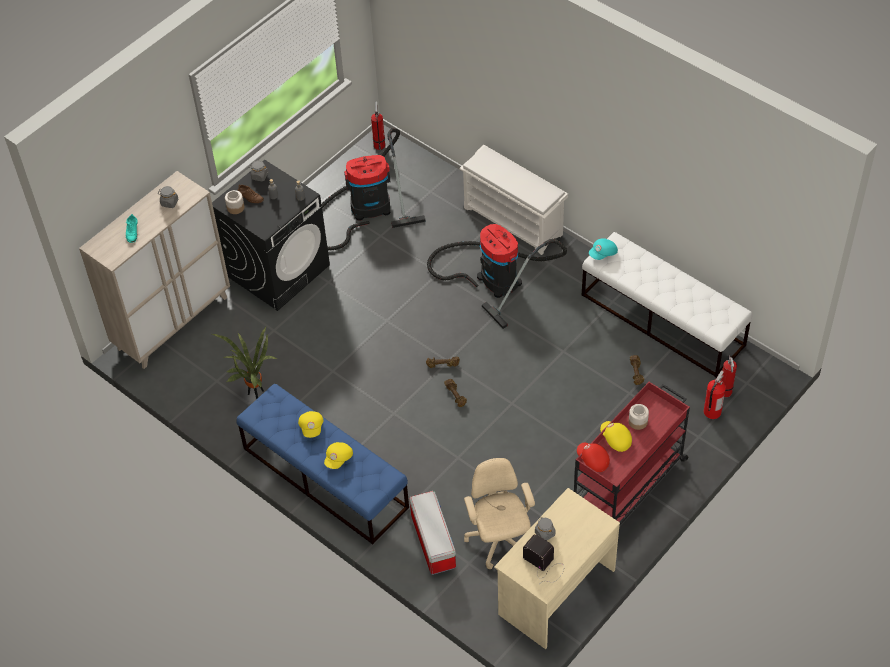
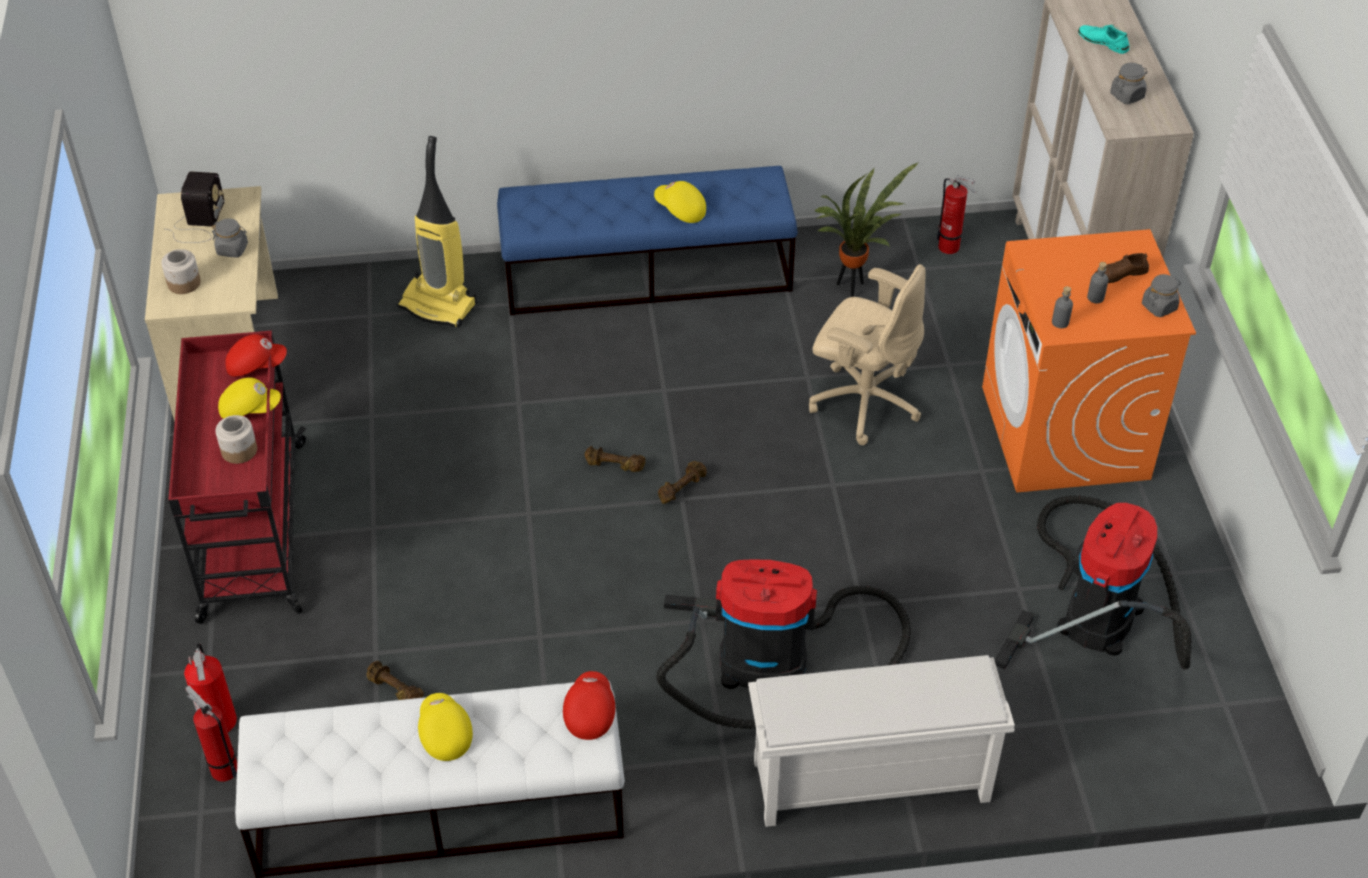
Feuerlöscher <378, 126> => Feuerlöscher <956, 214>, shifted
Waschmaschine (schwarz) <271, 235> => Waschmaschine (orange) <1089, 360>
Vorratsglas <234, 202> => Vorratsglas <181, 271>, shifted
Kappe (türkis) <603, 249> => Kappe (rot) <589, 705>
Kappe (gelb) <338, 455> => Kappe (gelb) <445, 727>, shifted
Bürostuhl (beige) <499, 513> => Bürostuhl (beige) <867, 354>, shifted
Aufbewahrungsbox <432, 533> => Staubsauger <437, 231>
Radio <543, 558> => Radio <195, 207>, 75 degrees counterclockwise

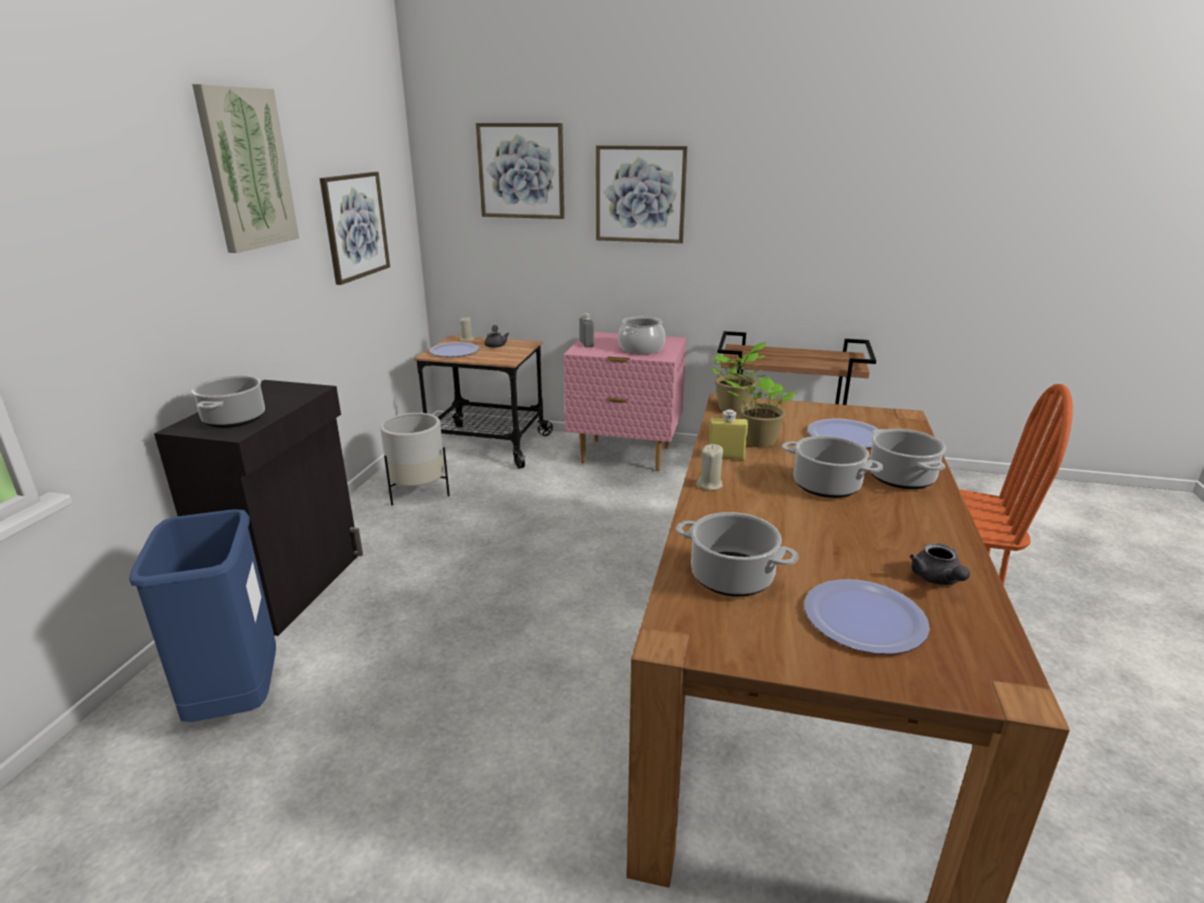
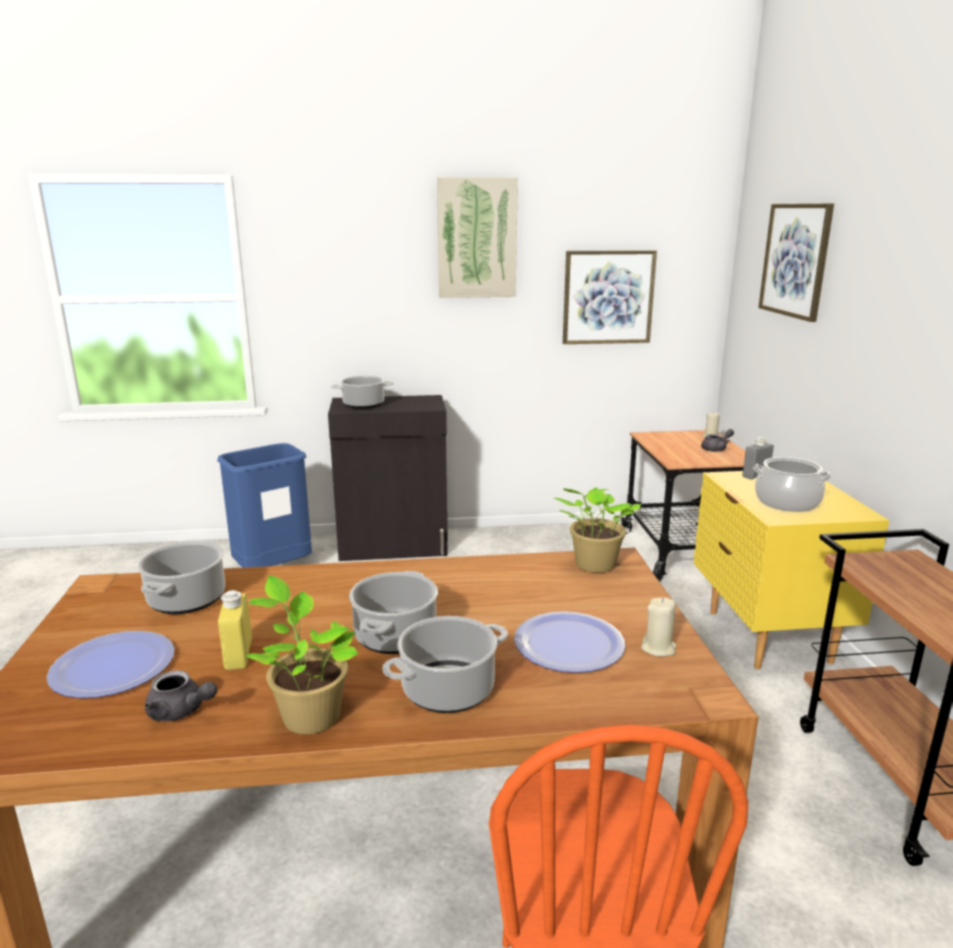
Bild <641, 194> => nothing
Nachttisch (rosa) <624, 401> => Nachttisch (gelb) <791, 570>
Teller <454, 349> => nothing
Topfpflanze <760, 409> => Topfpflanze <302, 655>, shifted
Flasche (gelb) <728, 434> => Flasche (gelb) <235, 630>, shifted
Pflanzkübel (weiß) <415, 459> => nothing
Kerze (beige) <709, 467> => Kerze (beige) <659, 627>, shifted
Teekanne (grau) <940, 564> => Teekanne (grau) <181, 695>, 135 degrees counterclockwise

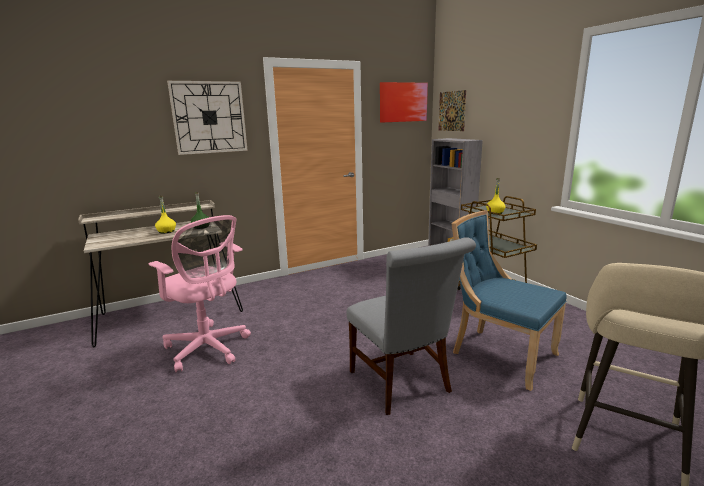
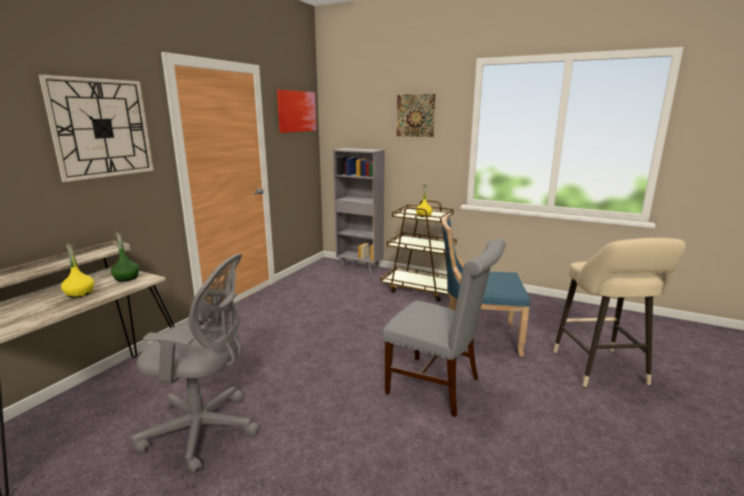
Bild <452, 110> => Bild <416, 115>, shifted
Bürostuhl (rosa) <199, 293> => Bürostuhl (grau) <195, 364>

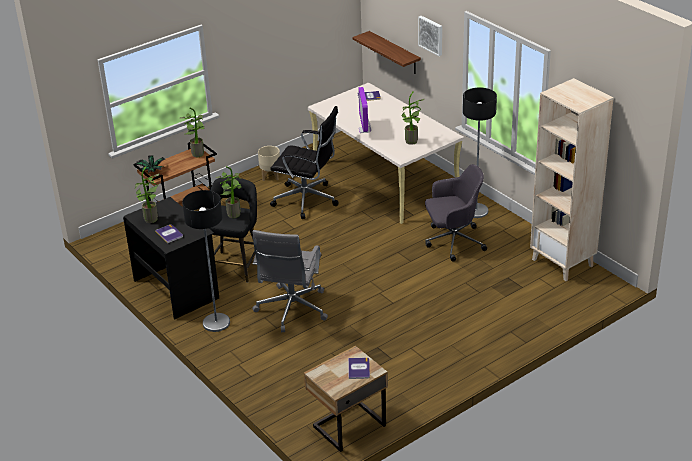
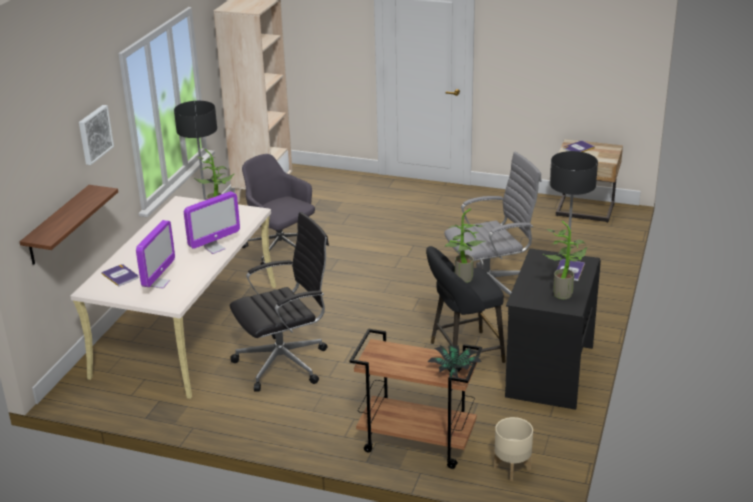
Bürostuhl (schwarz) <304, 162> => Bürostuhl (schwarz) <279, 302>, 75 degrees clockwise
Topfpflanze <192, 132> => nothing
Pflanzkübel (beige) <269, 163> => Pflanzkübel (beige) <513, 449>, shifted
nothing => Monitor <155, 254>

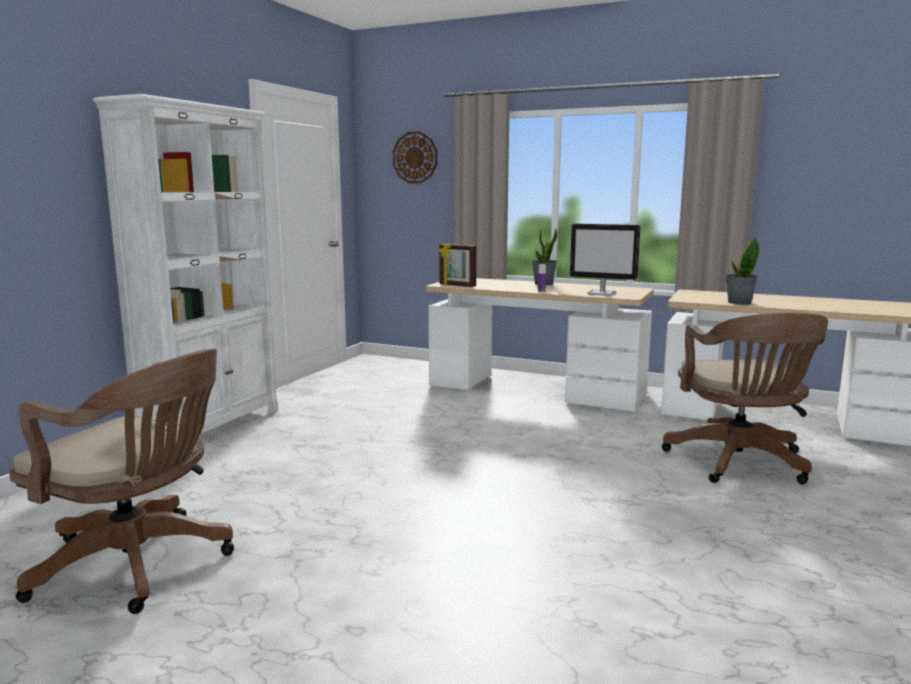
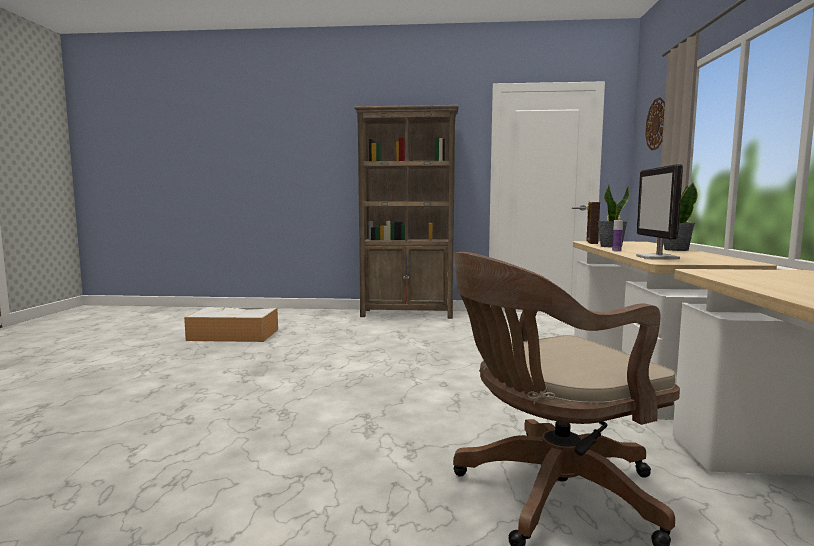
Bücherregal (weiß) <185, 264> => Bücherregal (braun) <406, 212>
Topfpflanze <742, 271> => Topfpflanze <613, 216>, shifted
Bürostuhl (braun) <121, 481> => Aufbewahrungsbox <231, 324>

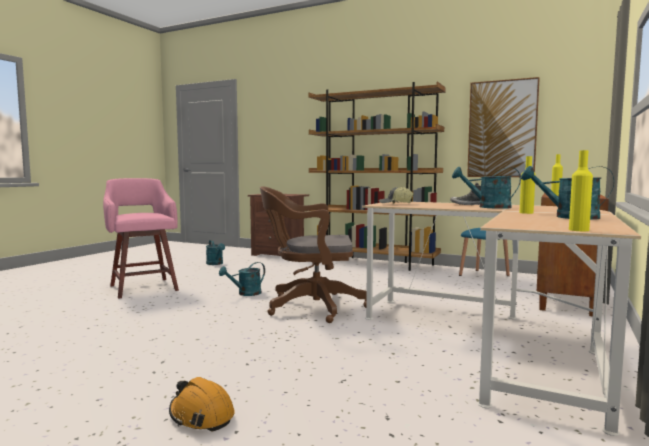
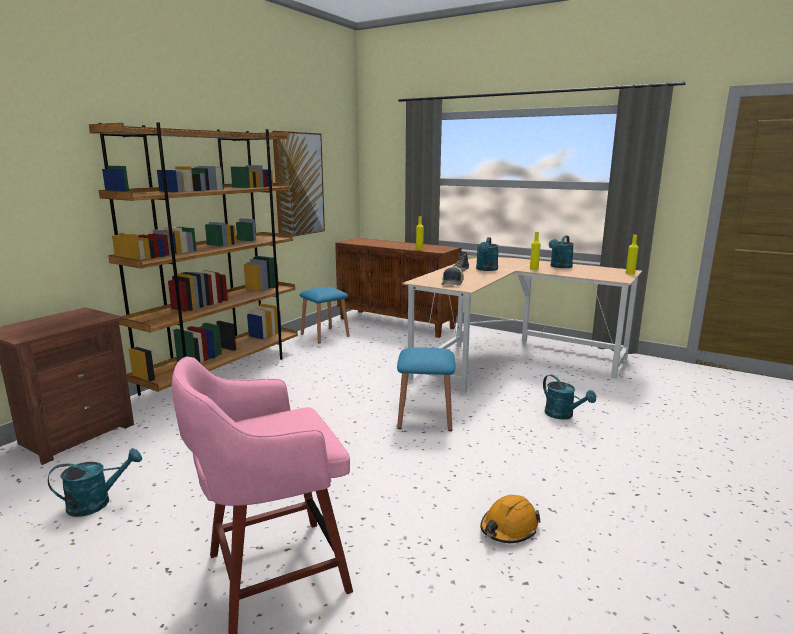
Bürostuhl (braun) <313, 254> => Hocker (blau) <426, 389>
Gießkanne (türkis) <242, 279> => Gießkanne (türkis) <569, 397>, shifted
Schutzhelm (orange) <202, 404> => Schutzhelm (orange) <510, 519>, shifted

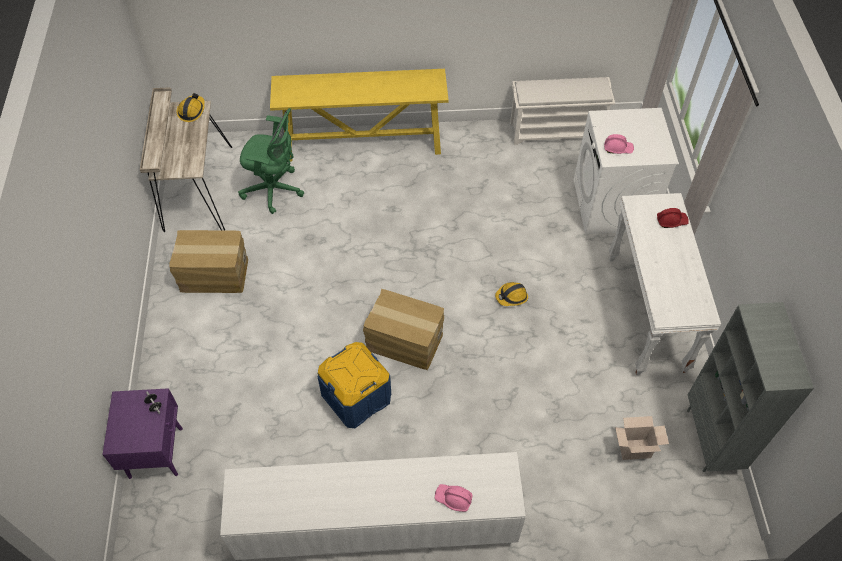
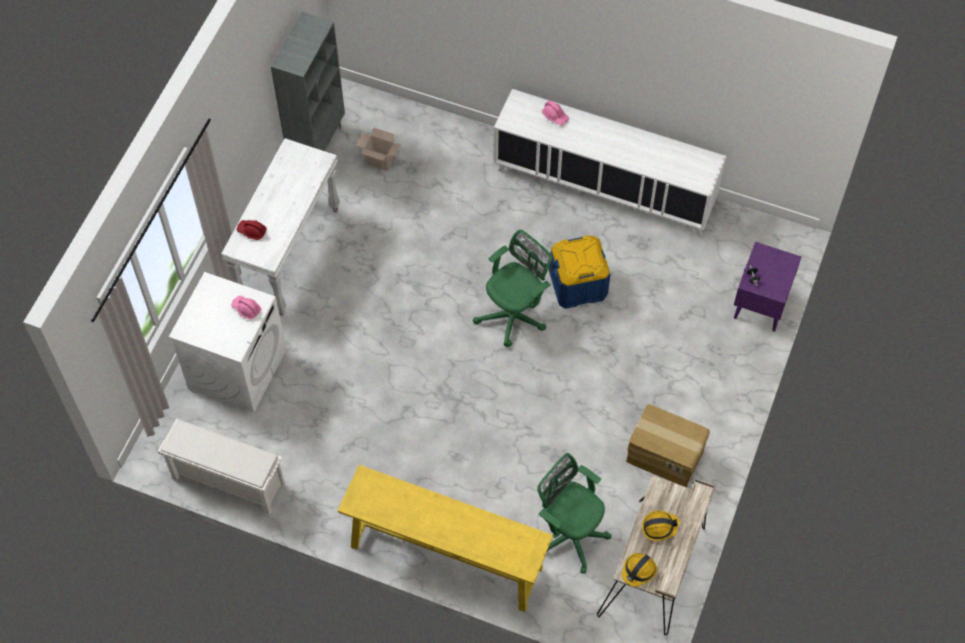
Schutzhelm <511, 294> => Schutzhelm <661, 526>, shifted
Karton <403, 329> => Bürostuhl (grün) <512, 288>

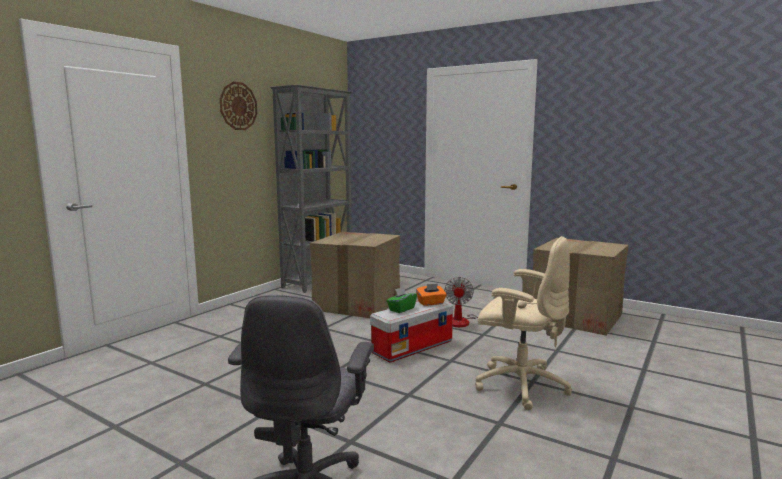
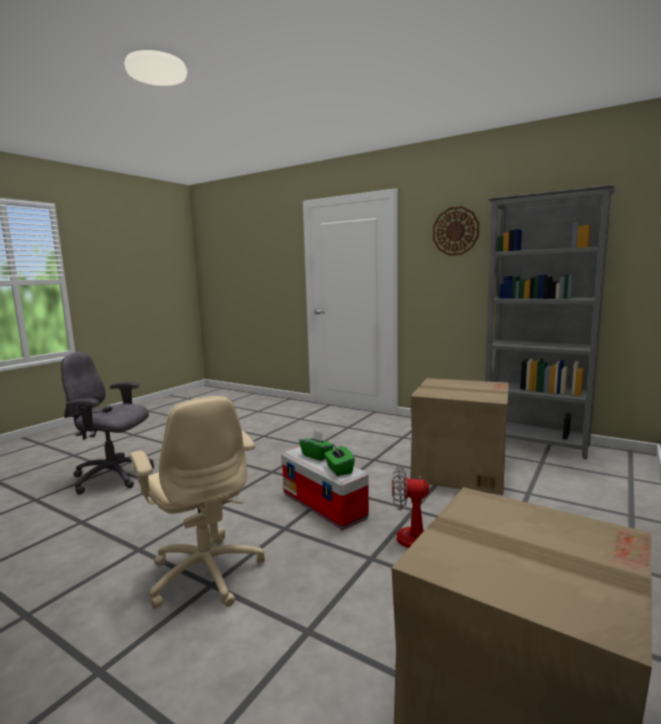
Bürostuhl (beige) <523, 323> => Bürostuhl (beige) <197, 502>, 60 degrees counterclockwise
Taschentuchbox (orange) <431, 295> => Taschentuchbox (grün) <339, 459>

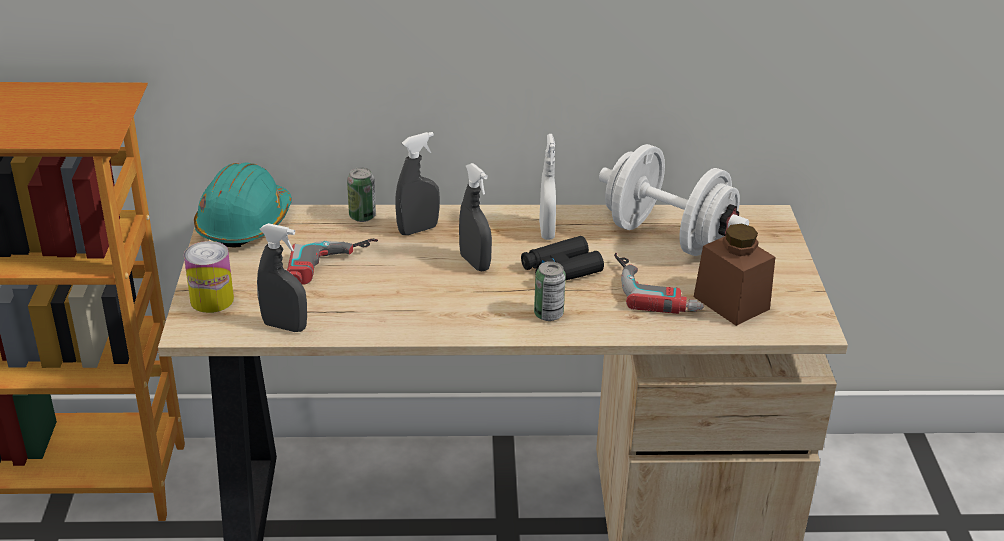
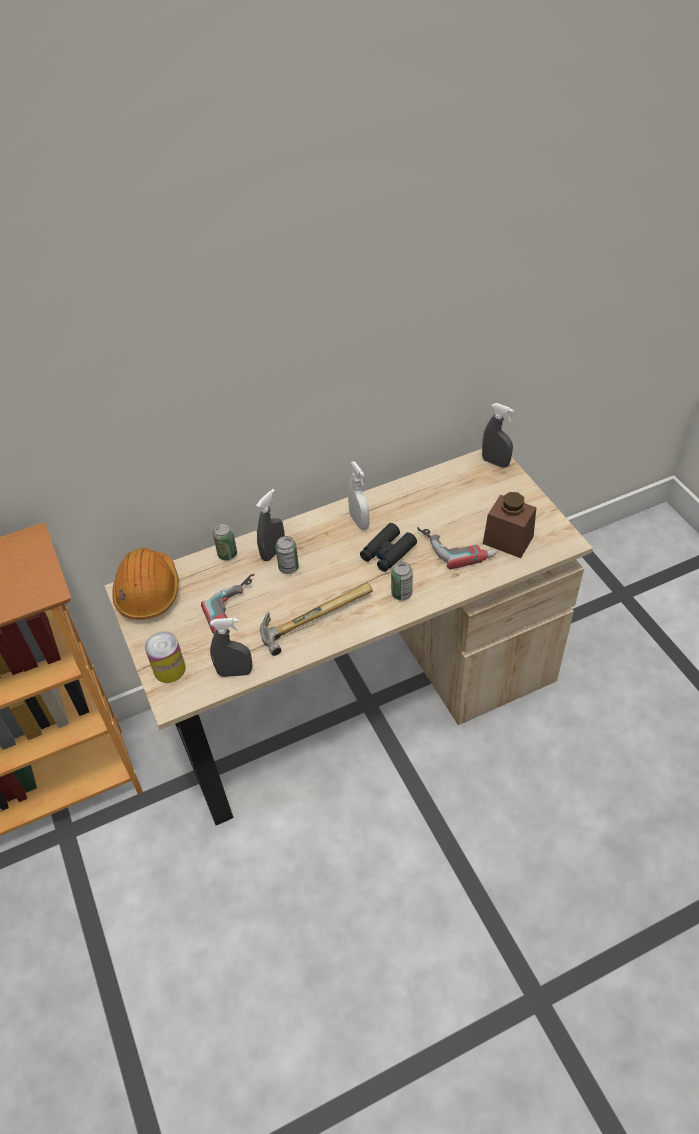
Hantel (weiß) <674, 200> => nothing
Schutzhelm (türkis) <243, 205> => Schutzhelm (orange) <145, 584>
Sprühflasche (grau) <475, 217> => Sprühflasche (grau) <498, 435>, shifted
nothing => Dose <287, 555>
nothing => Hammer <316, 619>

